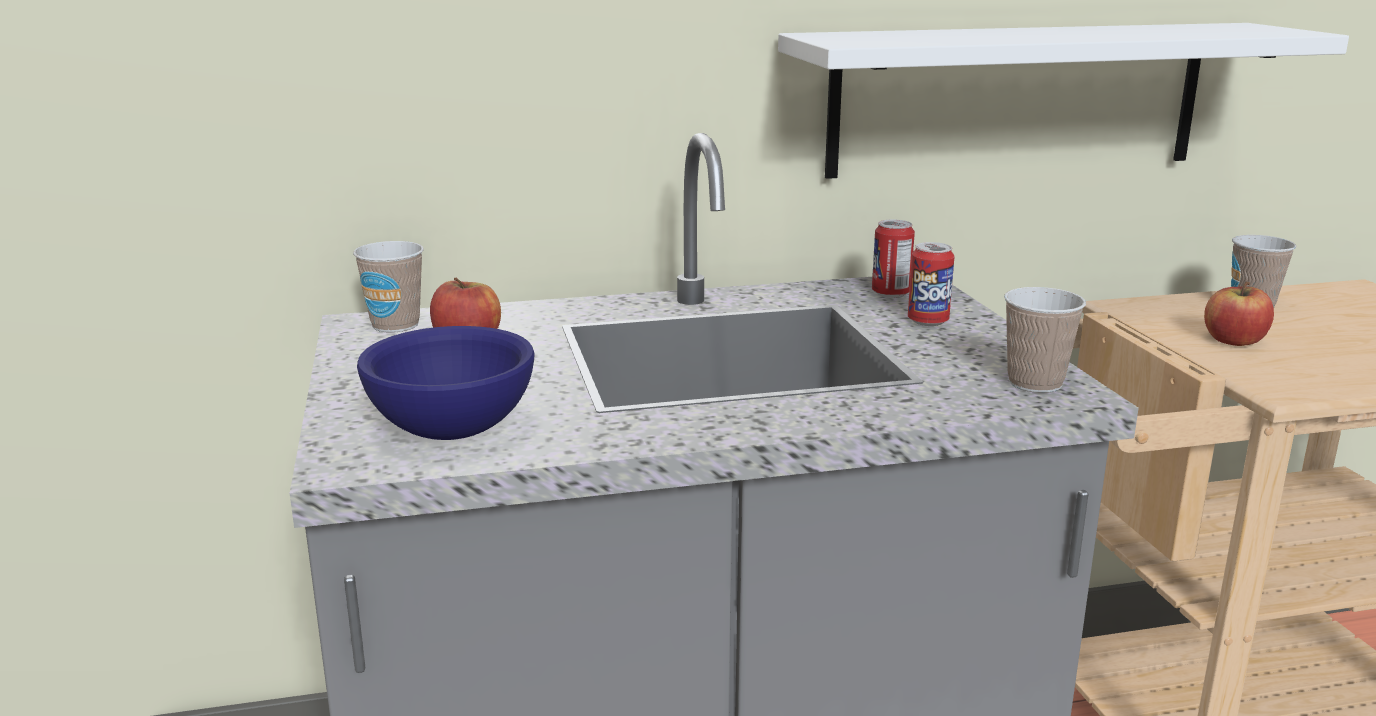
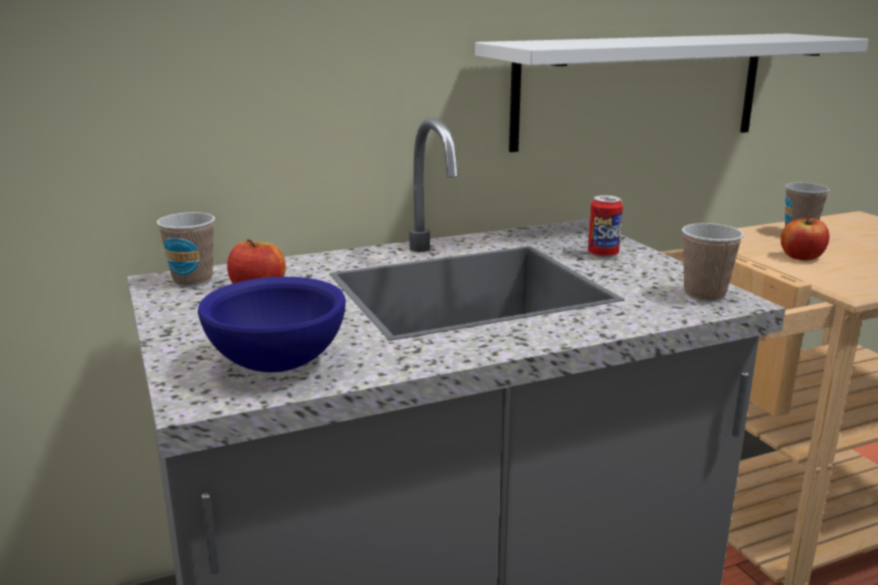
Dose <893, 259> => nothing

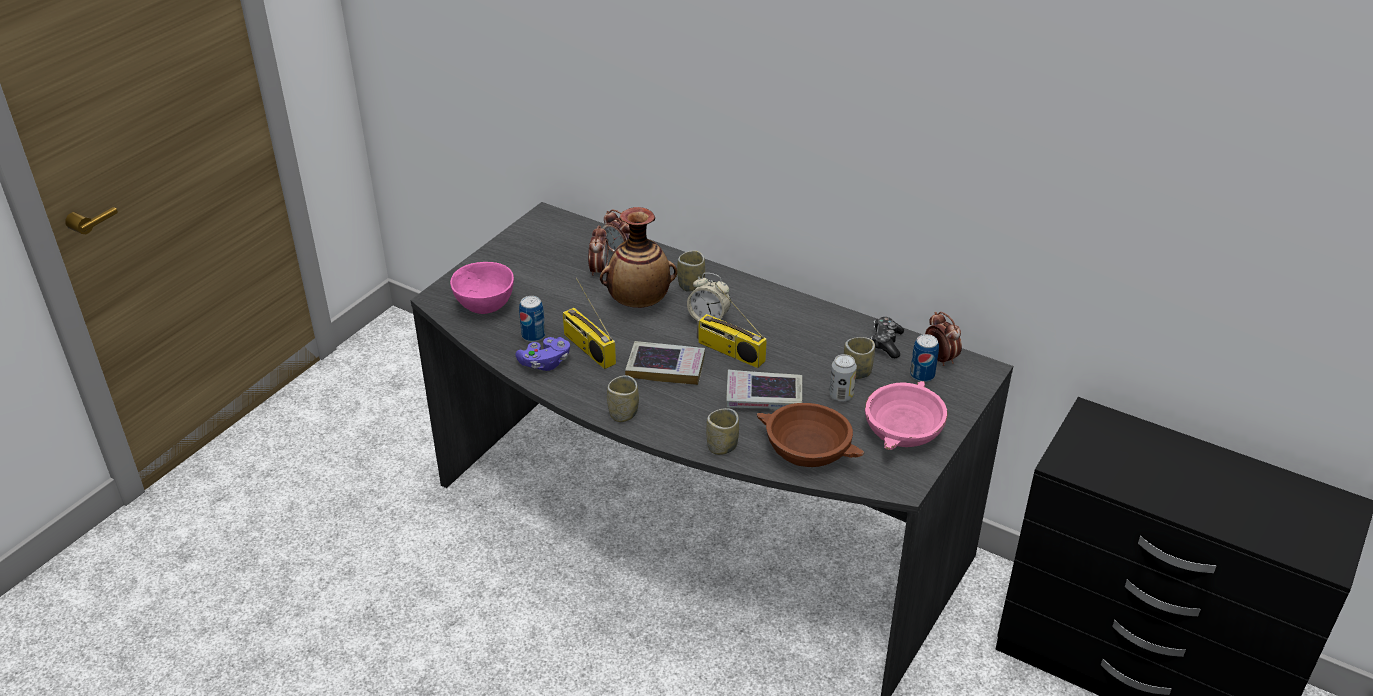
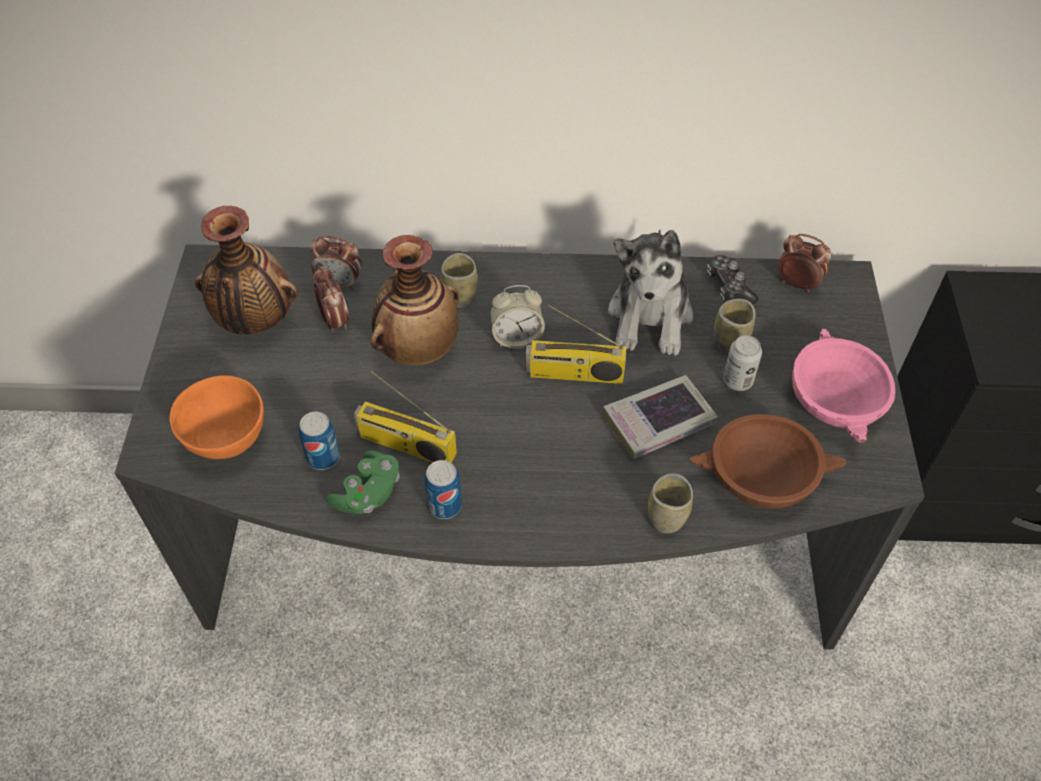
Schüssel (rosa) <482, 288> => Schüssel (orange) <216, 417>
Dose <924, 358> => Dose <443, 489>, shifted
Gamepad (lila) <542, 354> => Gamepad (grün) <363, 482>
Buch <665, 363> => nothing
Tasse <623, 398> => nothing
nothing => Vase <246, 270>
nothing => Plüschtier <650, 293>

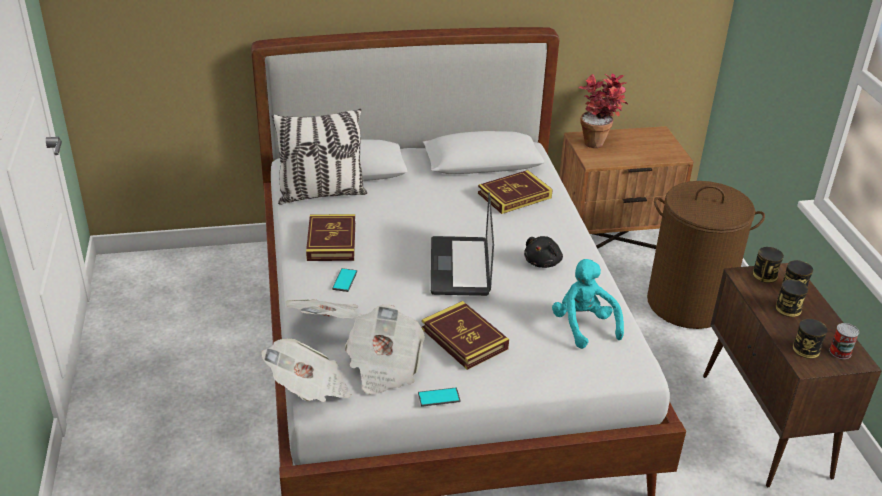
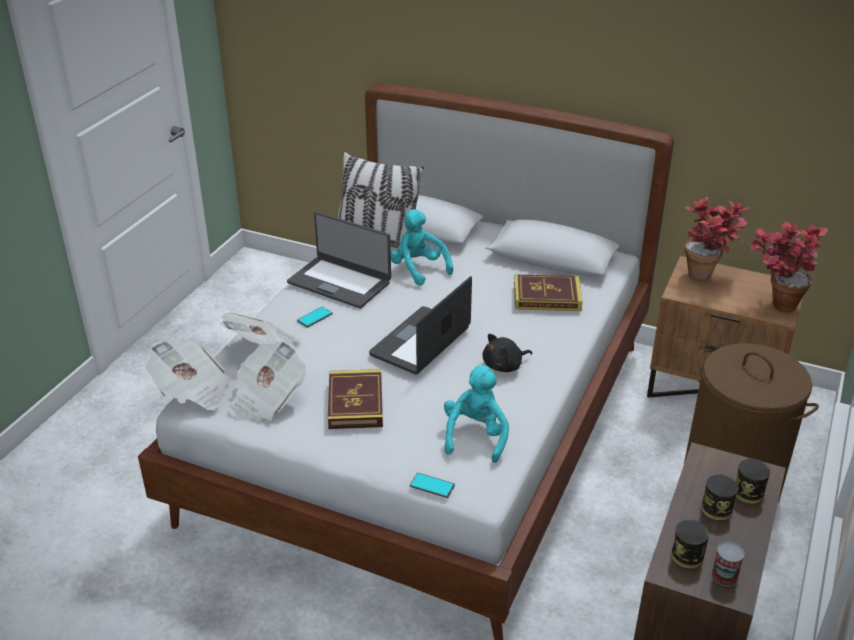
Buch <330, 237> => Laptop <339, 260>
Dose <768, 265> => nothing
Handy <439, 397> => Handy <432, 485>, shifted
nothing => Plüschtier (türkis) <422, 247>
nothing => Topfpflanze <789, 267>

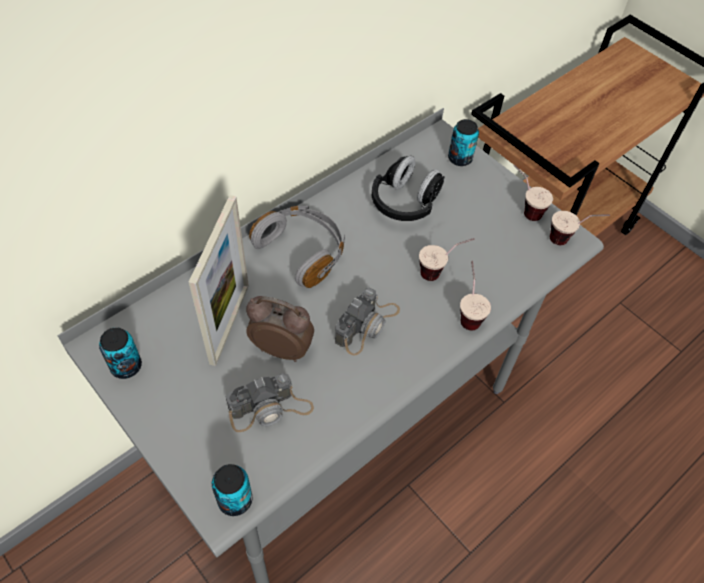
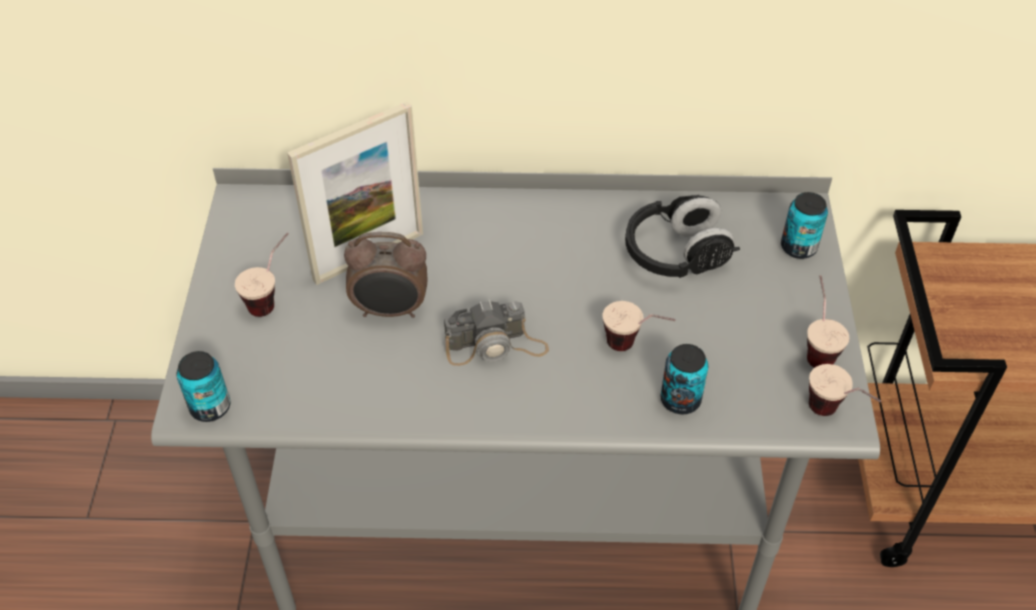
Kopfhörer (grau) <297, 247> => nothing
Tasse <475, 295> => Tasse <262, 274>, shifted
Wecker <280, 329> => Wecker <386, 275>, 120 degrees clockwise
Dose <120, 353> => Dose <684, 379>, shifted
Kamera <270, 402> => nothing

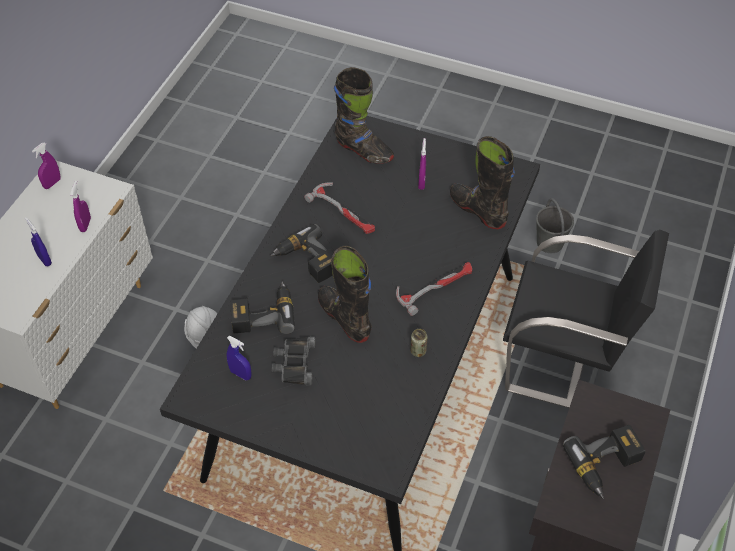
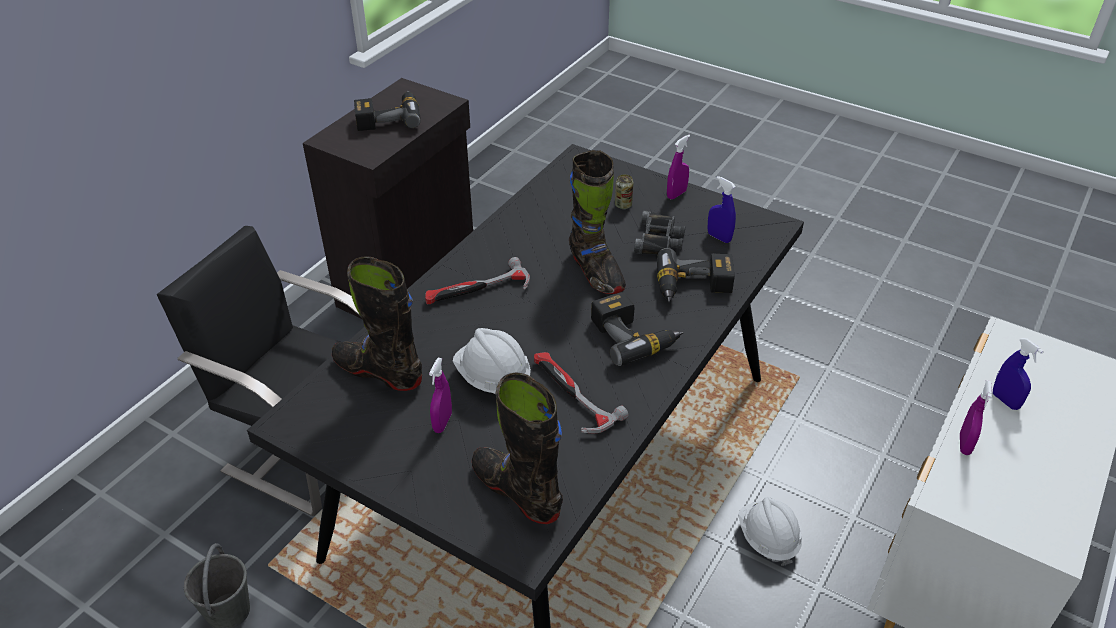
Stiefel (schwarz) <482, 182> => Stiefel (schwarz) <377, 323>, 150 degrees clockwise
Sprühflasche (lila) <46, 166> => Sprühflasche (lila) <678, 167>, shifted
Dose <419, 343> => Dose <624, 191>, shifted
nothing => Schutzhelm (weiß) <492, 361>

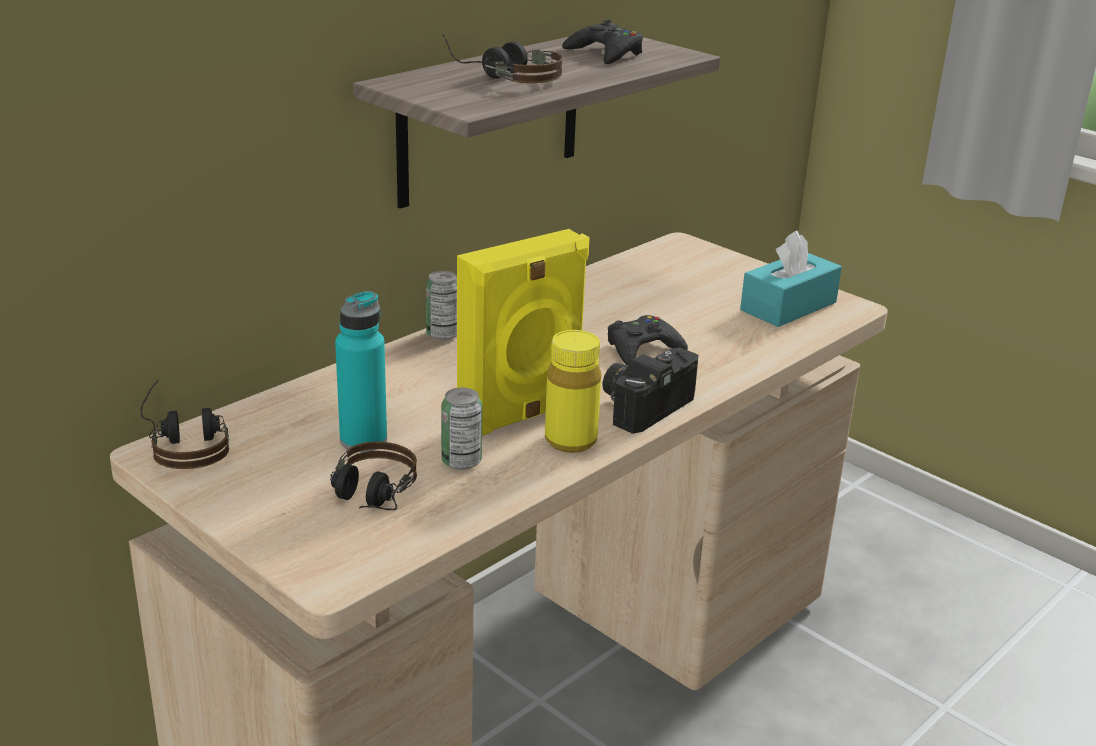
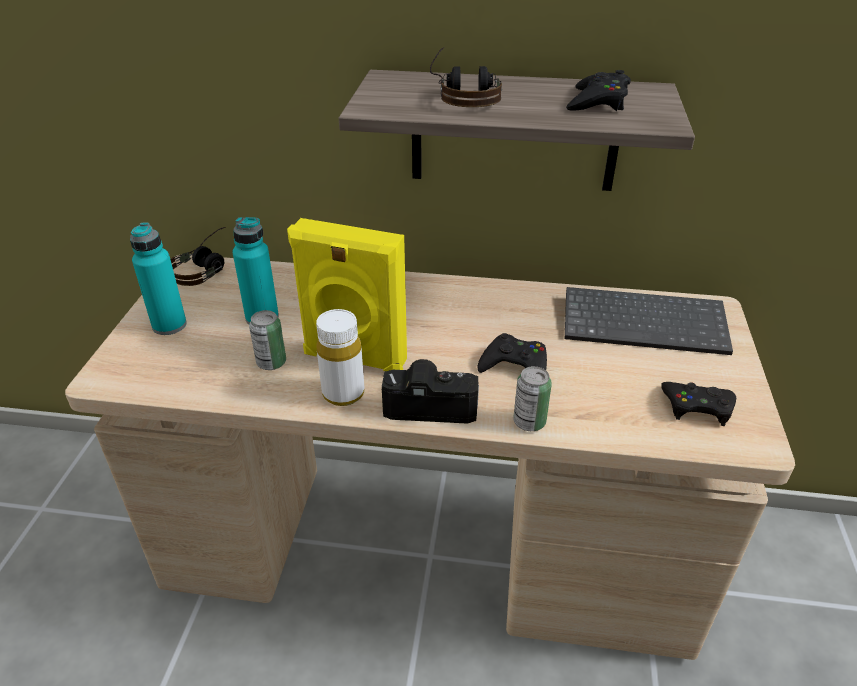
Taschentuchbox (türkis) <791, 279> => Gamepad (schwarz) <698, 404>
Dose <441, 305> => Dose <532, 398>, shifted
Flasche (gelb) <573, 391> => Flasche (weiß) <340, 357>
Kopfhörer <373, 475> => nothing
nothing => Flasche (türkis) <158, 279>
nothing => Tastatur <649, 321>

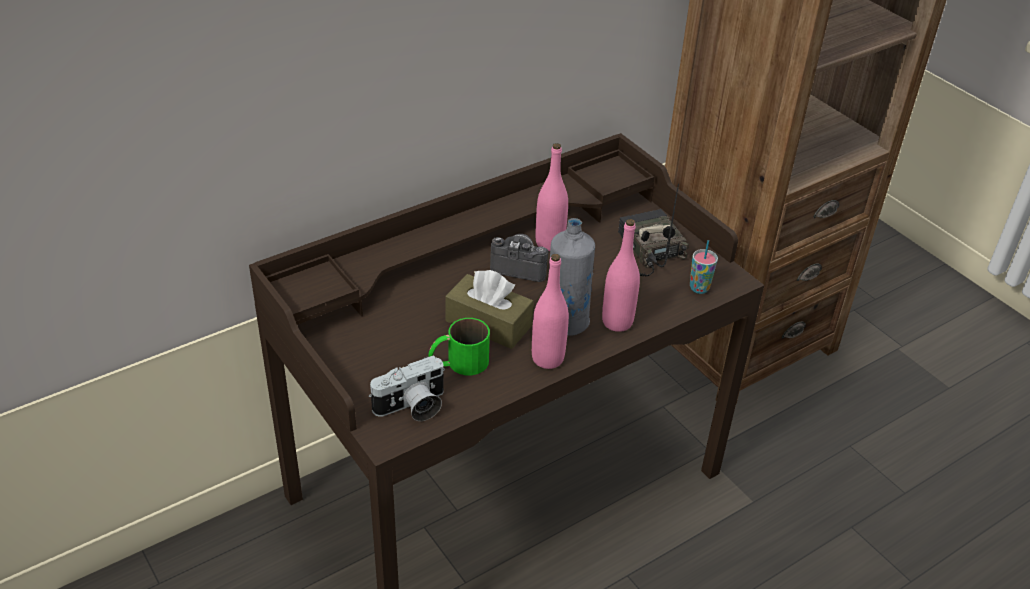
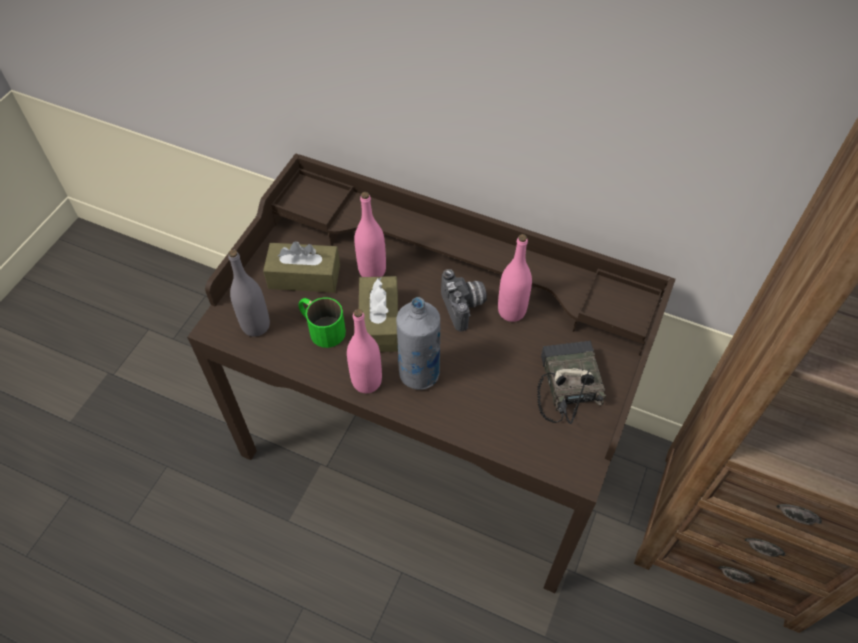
Radio <653, 230> => Radio <571, 382>, 45 degrees counterclockwise
Flasche (rosa) <621, 275> => Flasche (rosa) <370, 234>, shifted
Tasse <704, 267> => nothing
Kamera <407, 388> => Flasche (grau) <249, 293>
nothing => Taschentuchbox (braun) <301, 267>

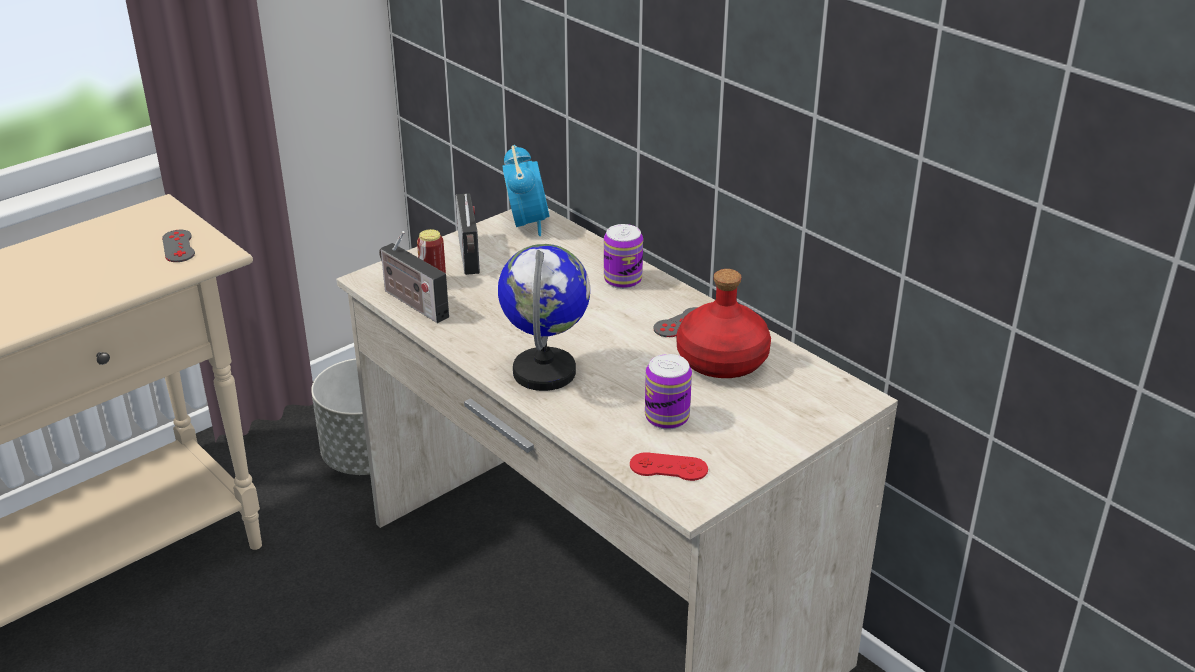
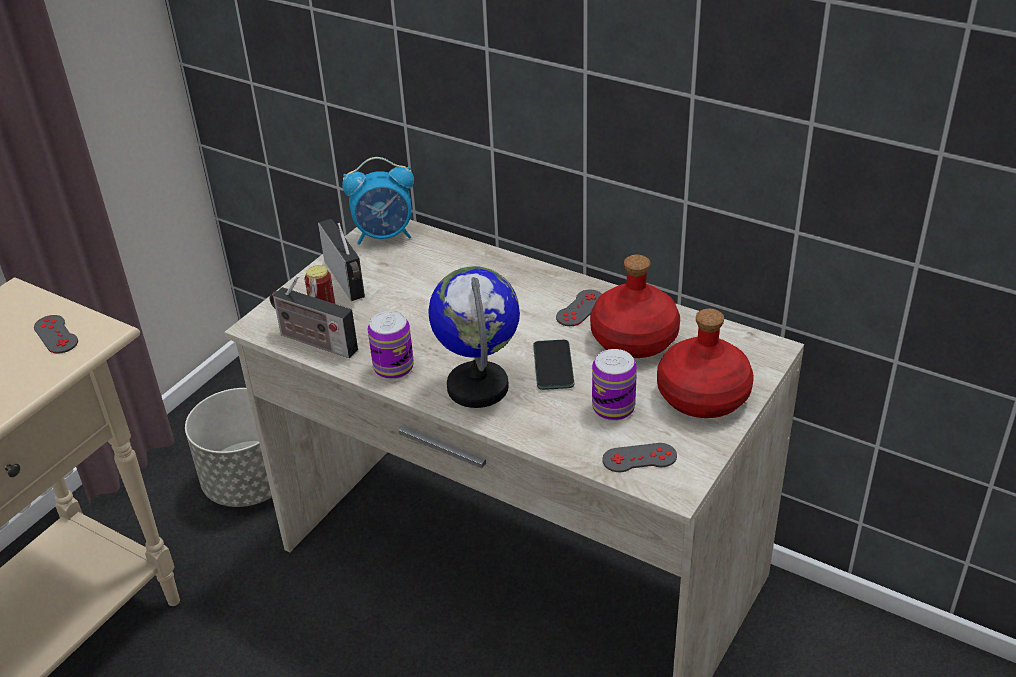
Wecker <526, 190> => Wecker <378, 201>, 105 degrees clockwise
Dose <623, 256> => Dose <391, 345>, shifted
Gamepad (rot) <669, 466> => Gamepad (grau) <639, 457>
nothing => Flasche (rot) <705, 363>
nothing => Handy <553, 365>

